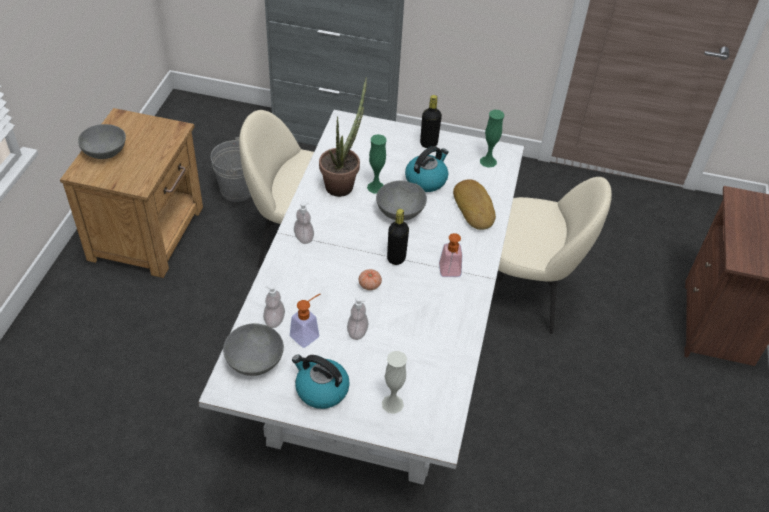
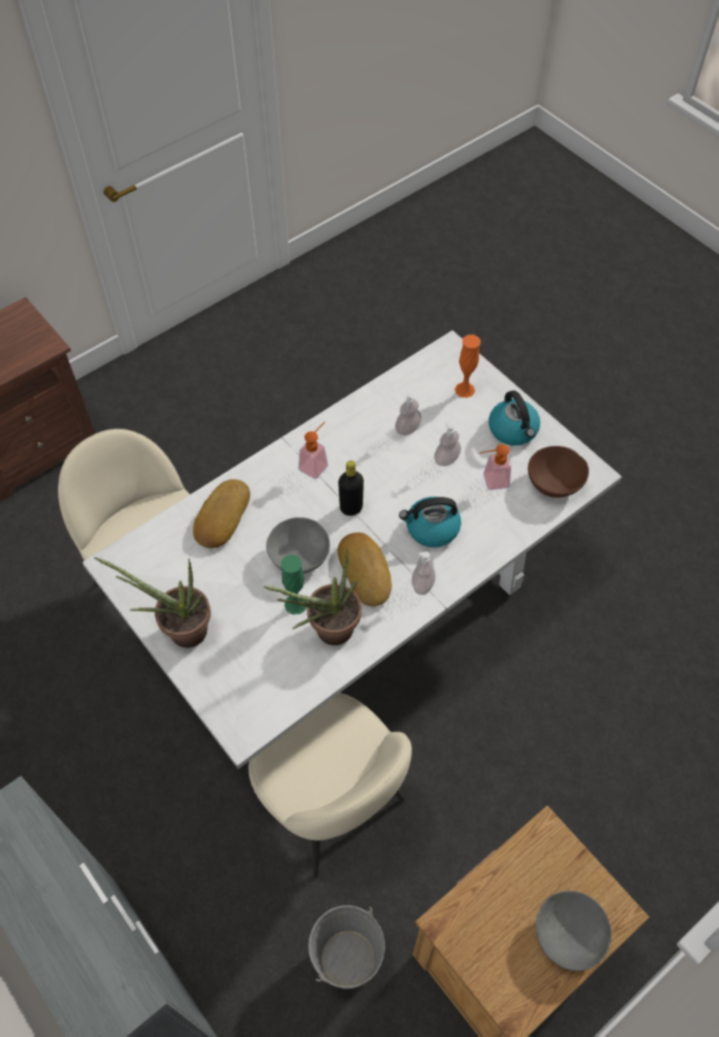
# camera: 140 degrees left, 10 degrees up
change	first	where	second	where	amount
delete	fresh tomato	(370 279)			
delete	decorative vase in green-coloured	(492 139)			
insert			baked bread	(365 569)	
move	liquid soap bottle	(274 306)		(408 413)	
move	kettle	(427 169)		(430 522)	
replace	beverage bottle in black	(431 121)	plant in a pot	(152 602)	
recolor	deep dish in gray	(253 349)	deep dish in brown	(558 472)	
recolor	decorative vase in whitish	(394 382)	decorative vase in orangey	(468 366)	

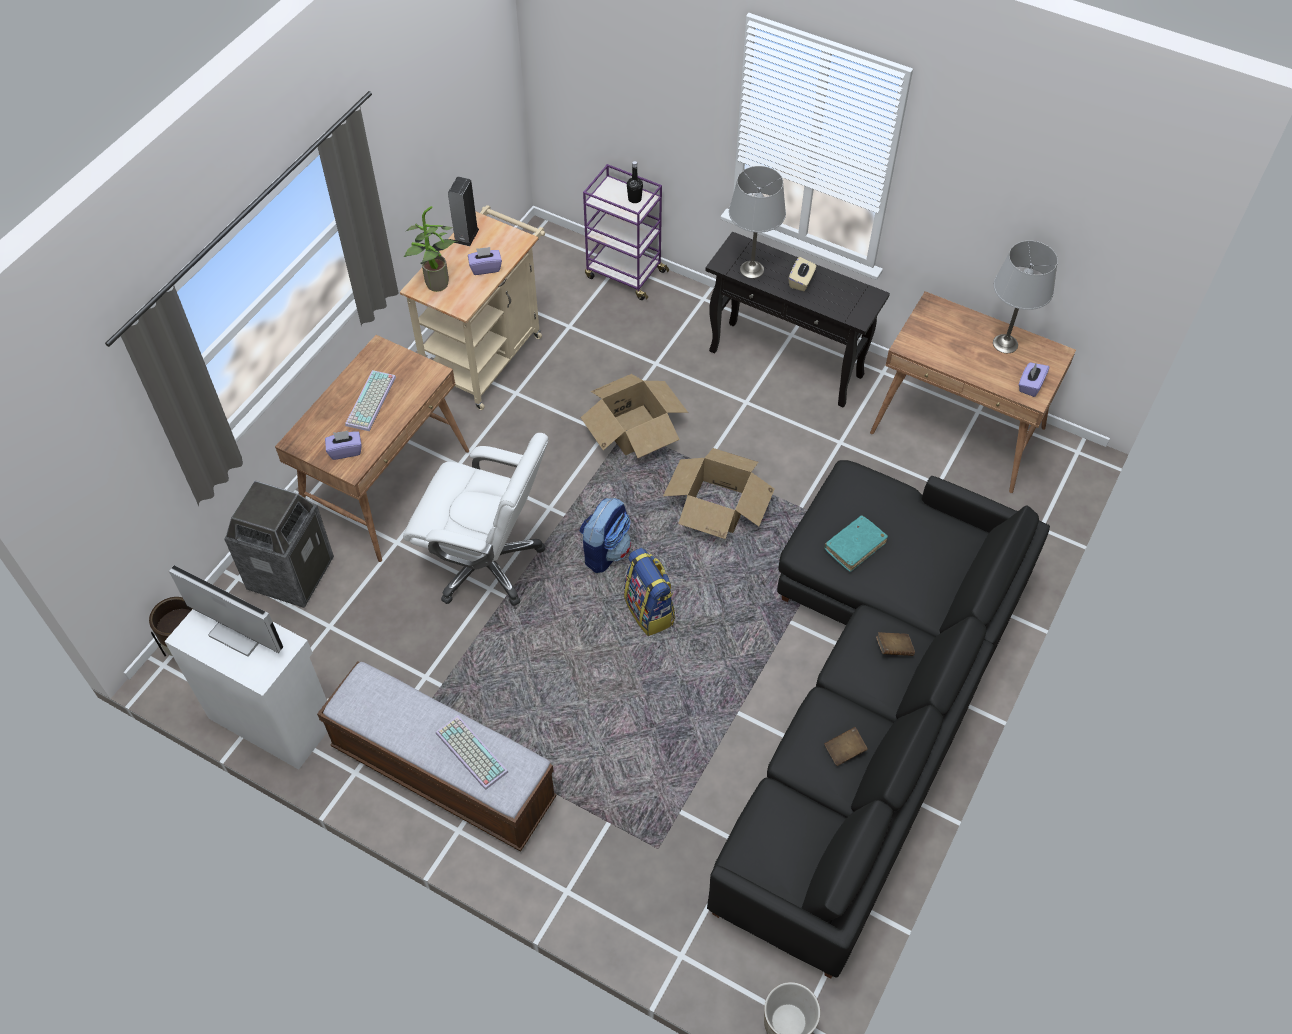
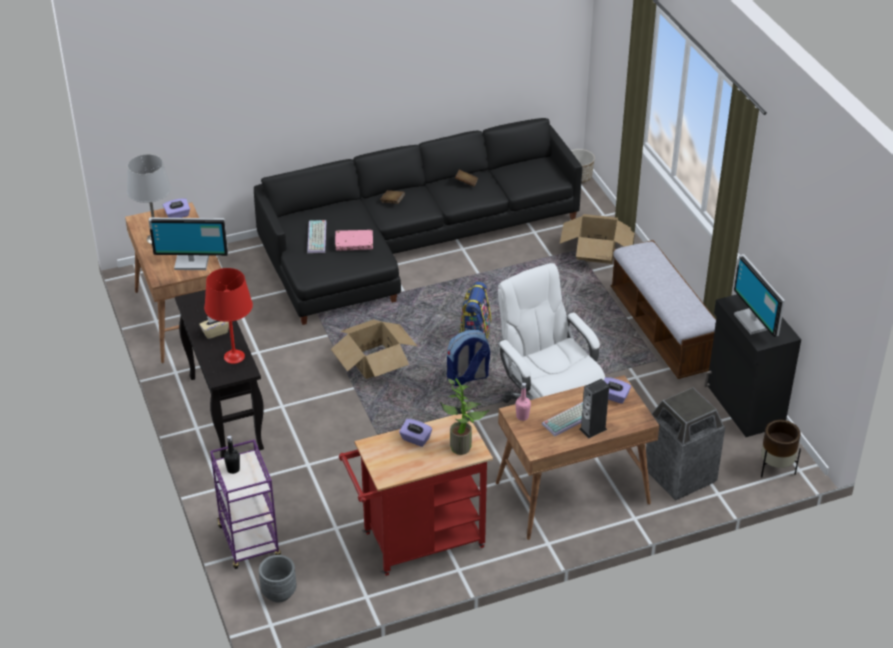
# camera: 140 degrees left, 15 degrees down
change	first	where	second	where	amount
insert			computer screen	(188 244)	
insert			planter in gray	(277 578)	
insert			beverage bottle in pinkish	(523 402)	
move	PC keyboard	(472 752)		(317 236)	
move	speaker	(463 211)		(594 409)	
move	packing box	(634 416)		(597 239)	
recolor	cabinet in whitish	(246 689)	cabinet in black	(752 365)	
recolor	trolley in beige-coloured	(472 307)	trolley in reddish	(416 494)	
recolor	table lamp in gray	(757 222)	table lamp in reddish	(228 316)	
recolor	bound book in blue-green	(856 543)	bound book in pinkish	(354 240)	

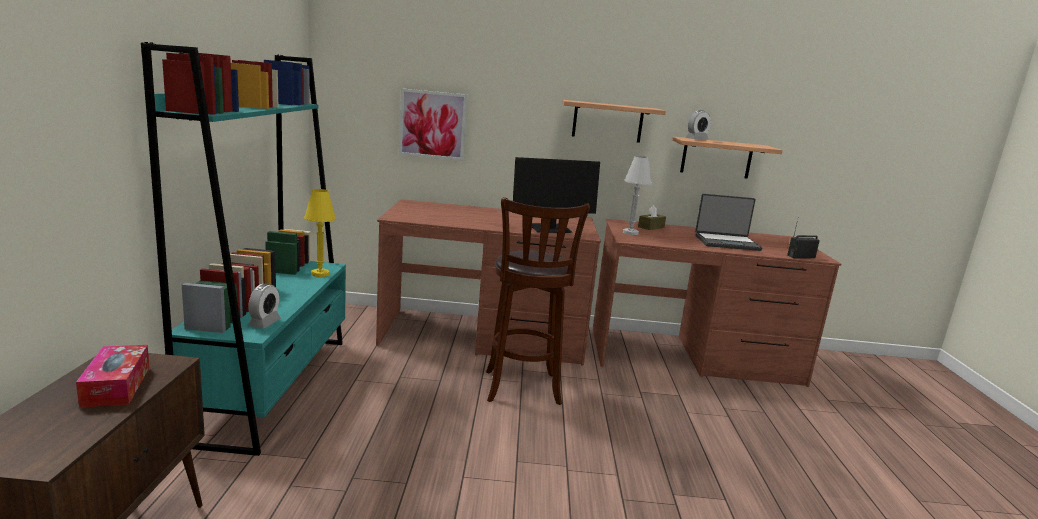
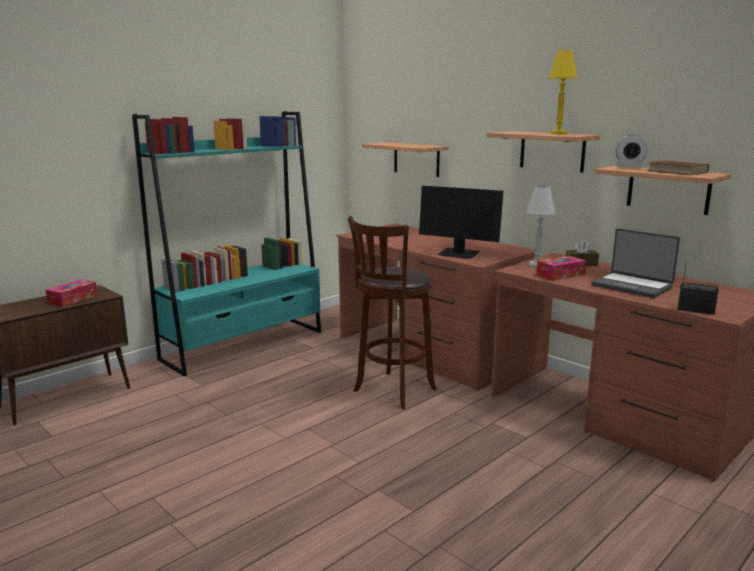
# camera: 45 degrees right, 0 degrees up
change	first	where	second	where	amount
delete	table clock	(264 305)			
insert			tissue box	(561 268)	
insert			bound book in brown	(678 167)	
move	table lamp in yellow	(320 233)		(563 92)	
replace	picture	(433 124)	wall shelf	(405 159)	

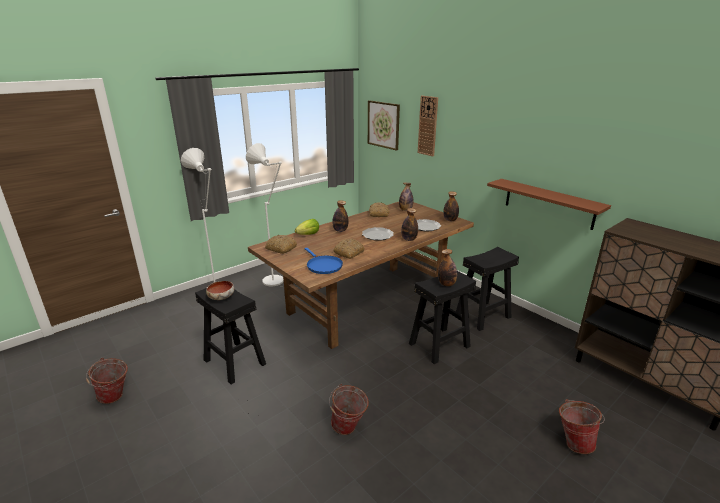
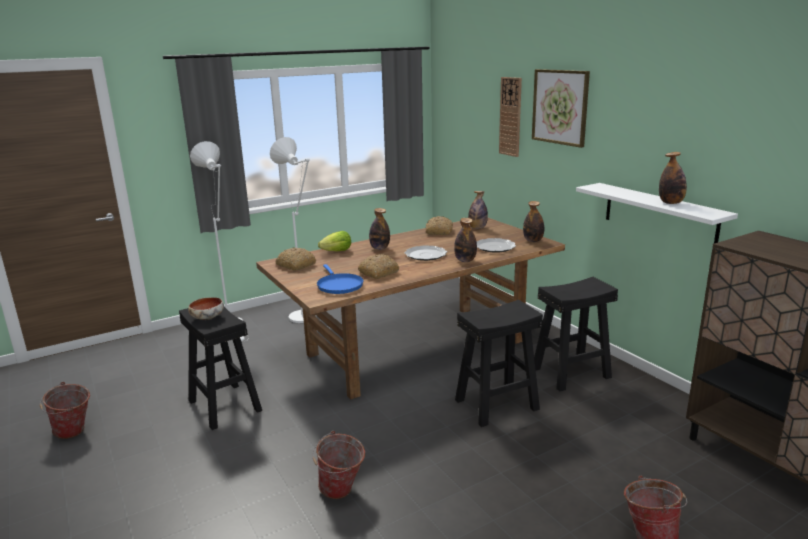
# camera: 10 degrees right, 5 degrees down
change	first	where	second	where	amount
move	picture	(384 125)		(561 108)	
move	beverage bottle	(447 267)		(673 178)	
recolor	wall shelf in brown	(549 204)	wall shelf in whitish	(657 213)	

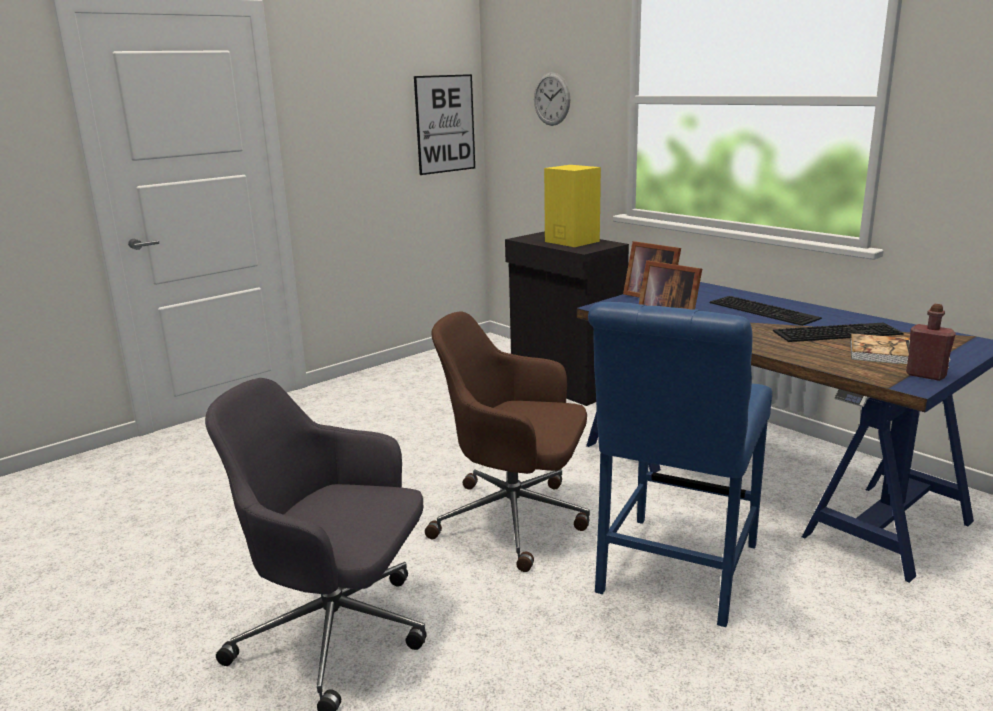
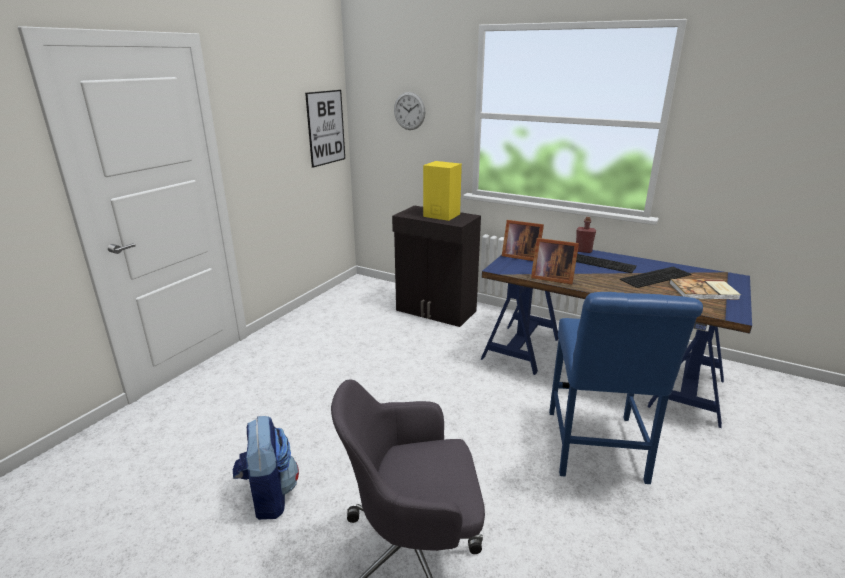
# camera: 20 degrees left, 5 degrees up
change	first	where	second	where	amount
delete	computer chair in brown	(507 441)			
insert			backpack	(266 468)	
move	beverage bottle in reddish	(931 342)		(586 235)	

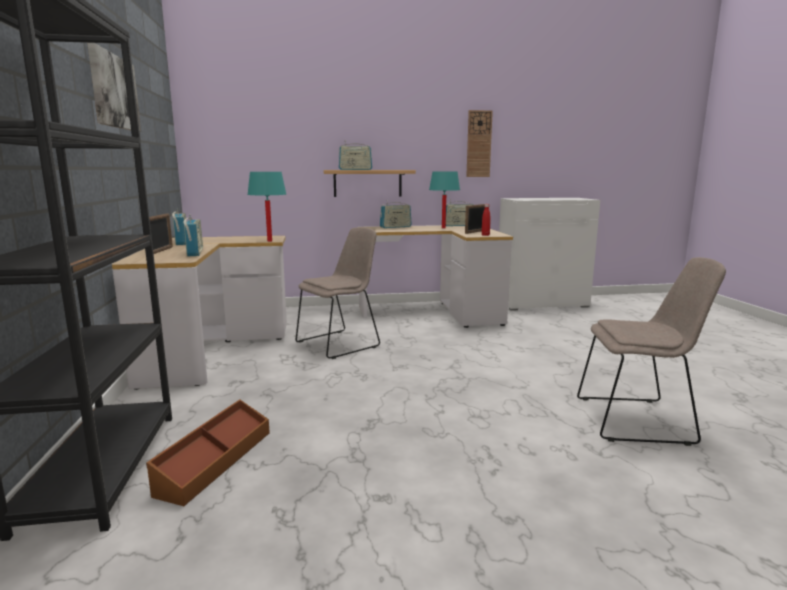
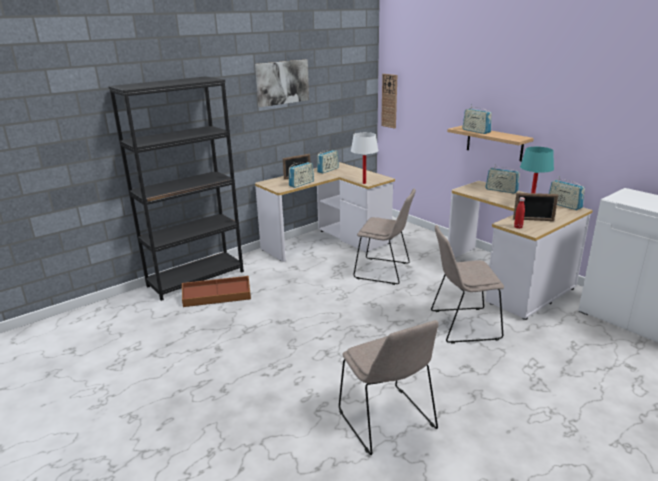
# camera: 60 degrees right, 10 degrees up
change	first	where	second	where	amount
insert			upright chair in beige-coloured	(467 284)	
move	clock on the wall	(479 143)		(389 101)	
recolor	table lamp in blue-green	(266 207)	table lamp in whitish	(364 158)	

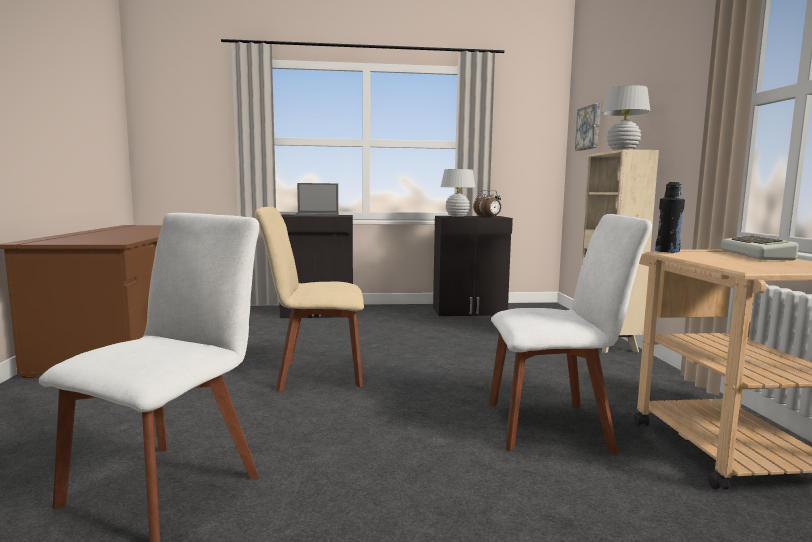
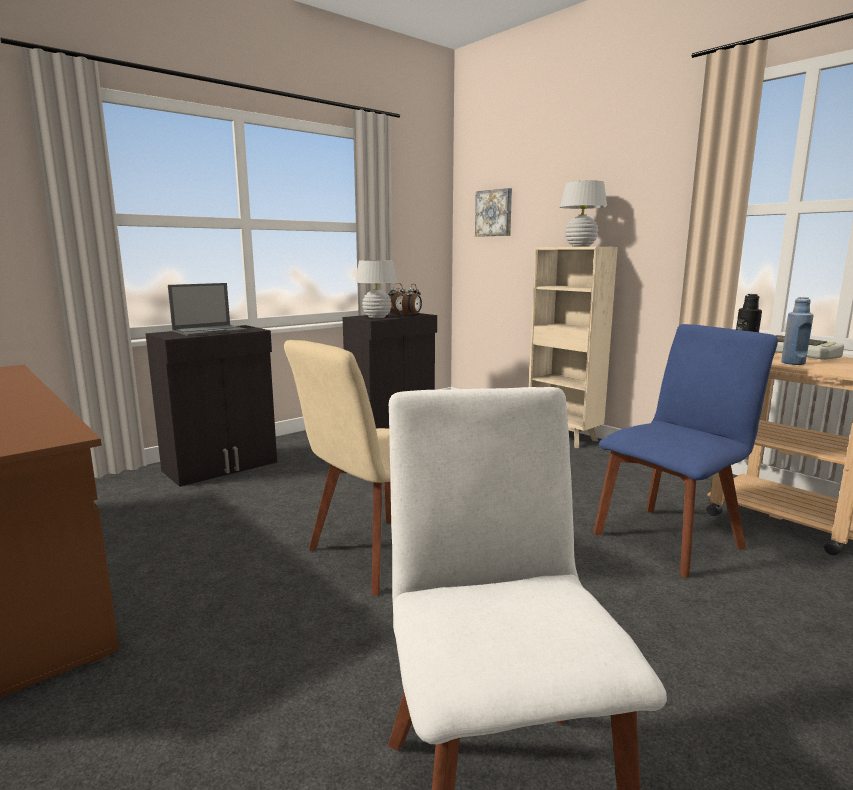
# camera: 35 degrees left, 5 degrees up
change	first	where	second	where	amount
insert			beverage bottle in bluish	(797 331)	
recolor	upright chair in whitish	(570 334)	upright chair in bluish	(685 451)	

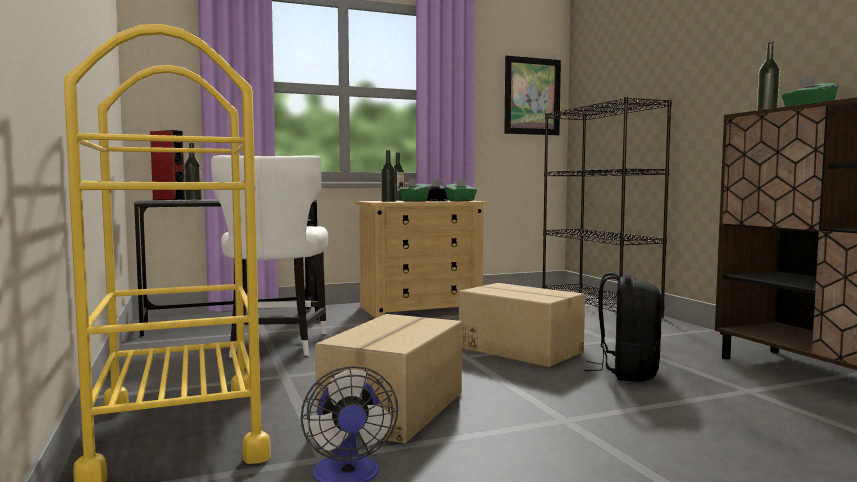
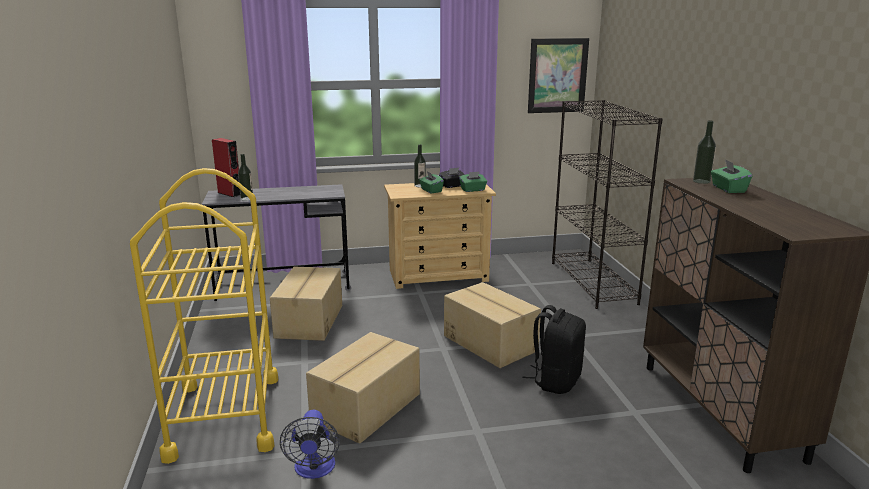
# camera: 10 degrees right, 15 degrees up
change	first	where	second	where	amount
delete	beverage bottle	(388 176)			
replace	upright chair in whitish	(269 256)	packing box	(306 304)	

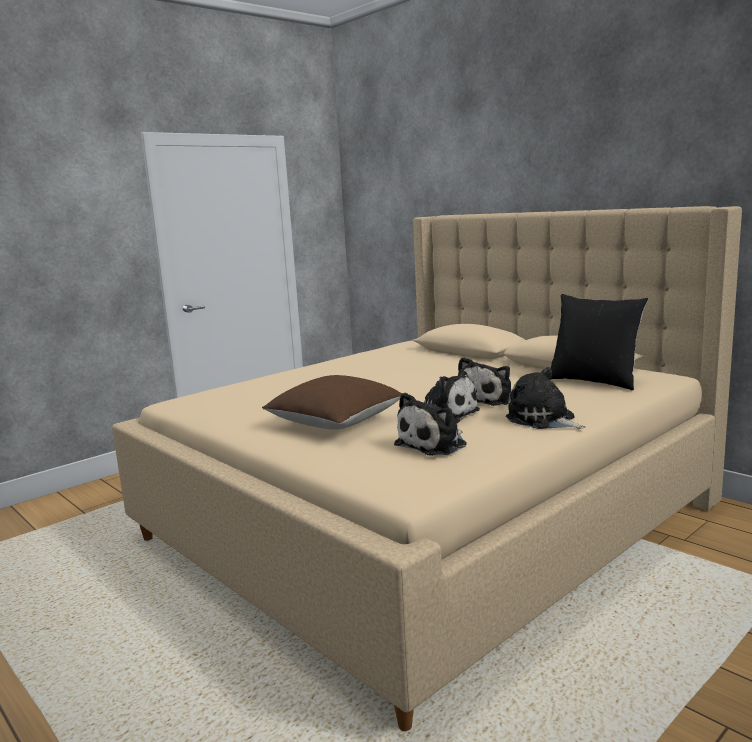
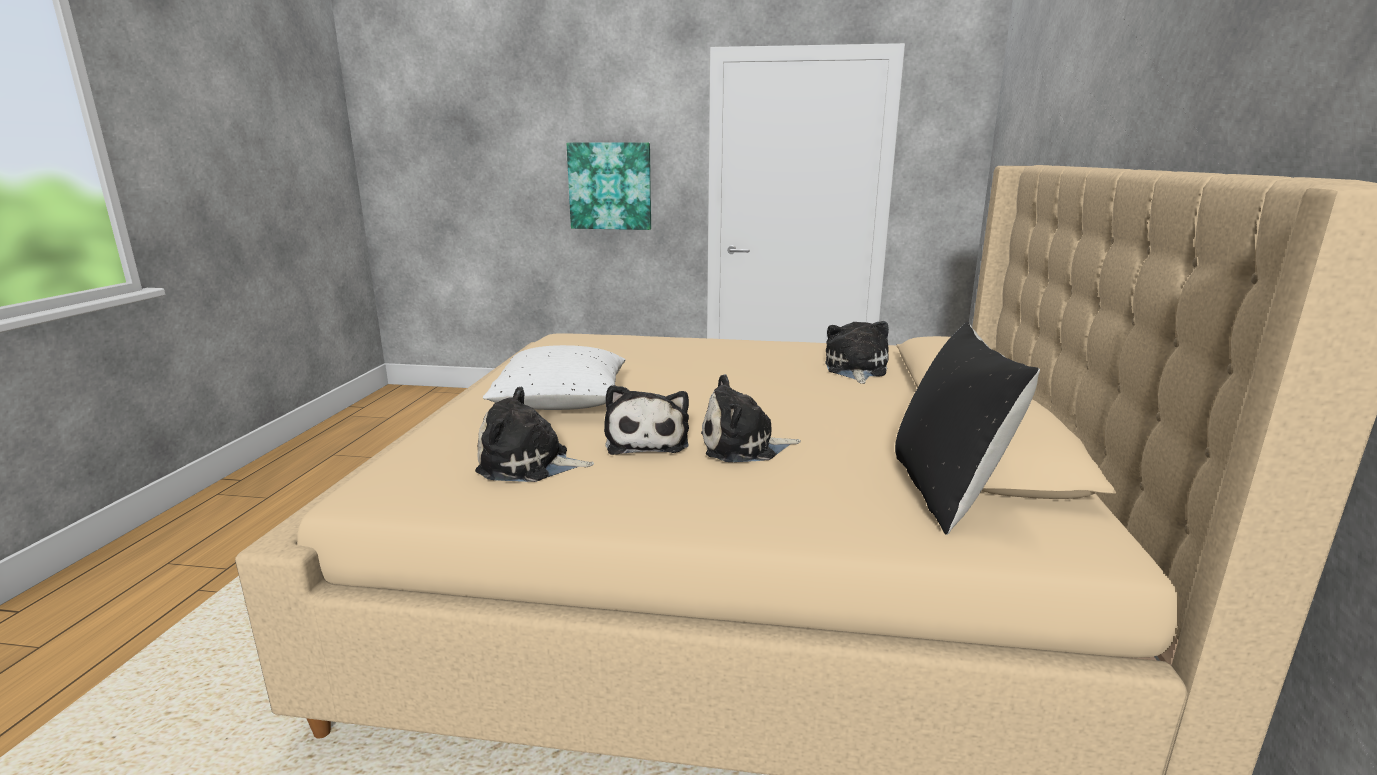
# camera: 50 degrees right, 5 degrees up
change	first	where	second	where	amount
insert			picture	(609 186)	
move	soft toy	(545 398)		(857 352)	
recolor	cushion in brown	(332 402)	cushion in whitish	(554 377)	

